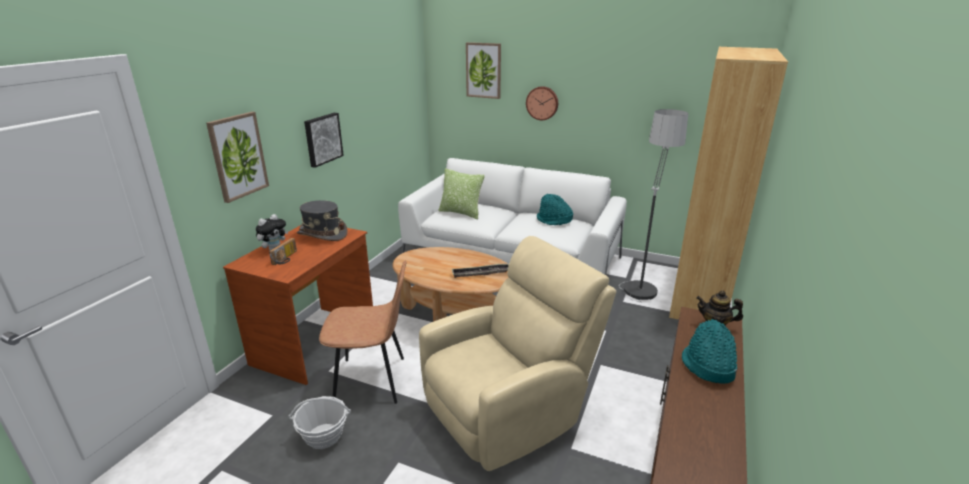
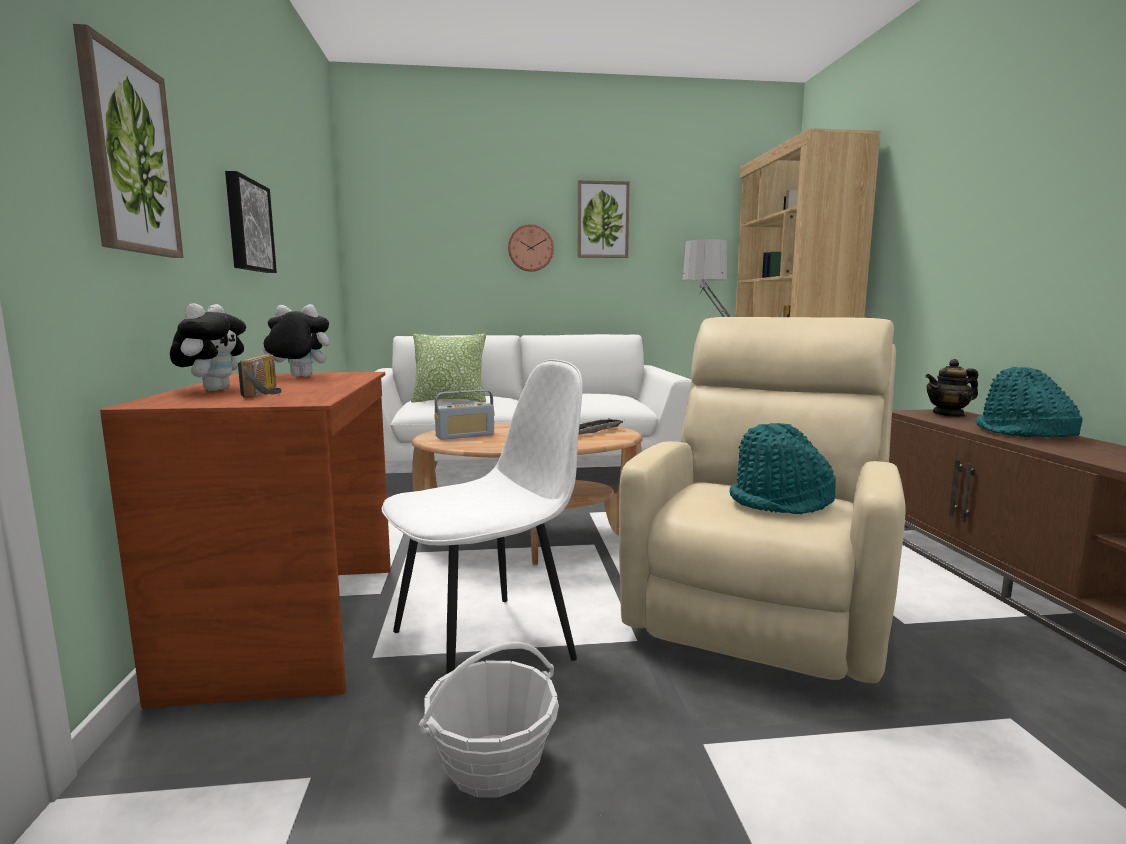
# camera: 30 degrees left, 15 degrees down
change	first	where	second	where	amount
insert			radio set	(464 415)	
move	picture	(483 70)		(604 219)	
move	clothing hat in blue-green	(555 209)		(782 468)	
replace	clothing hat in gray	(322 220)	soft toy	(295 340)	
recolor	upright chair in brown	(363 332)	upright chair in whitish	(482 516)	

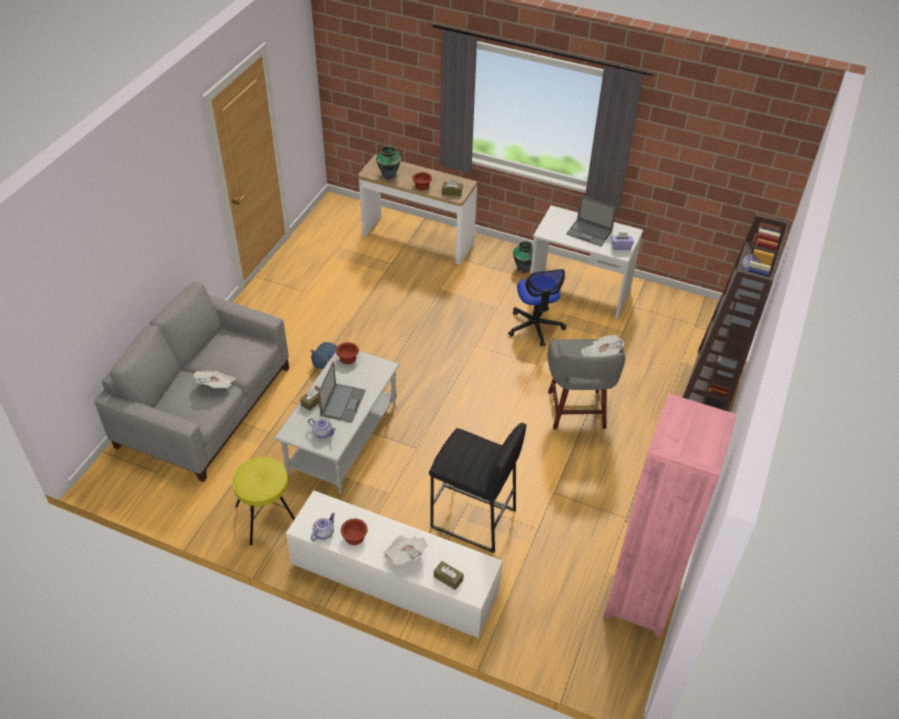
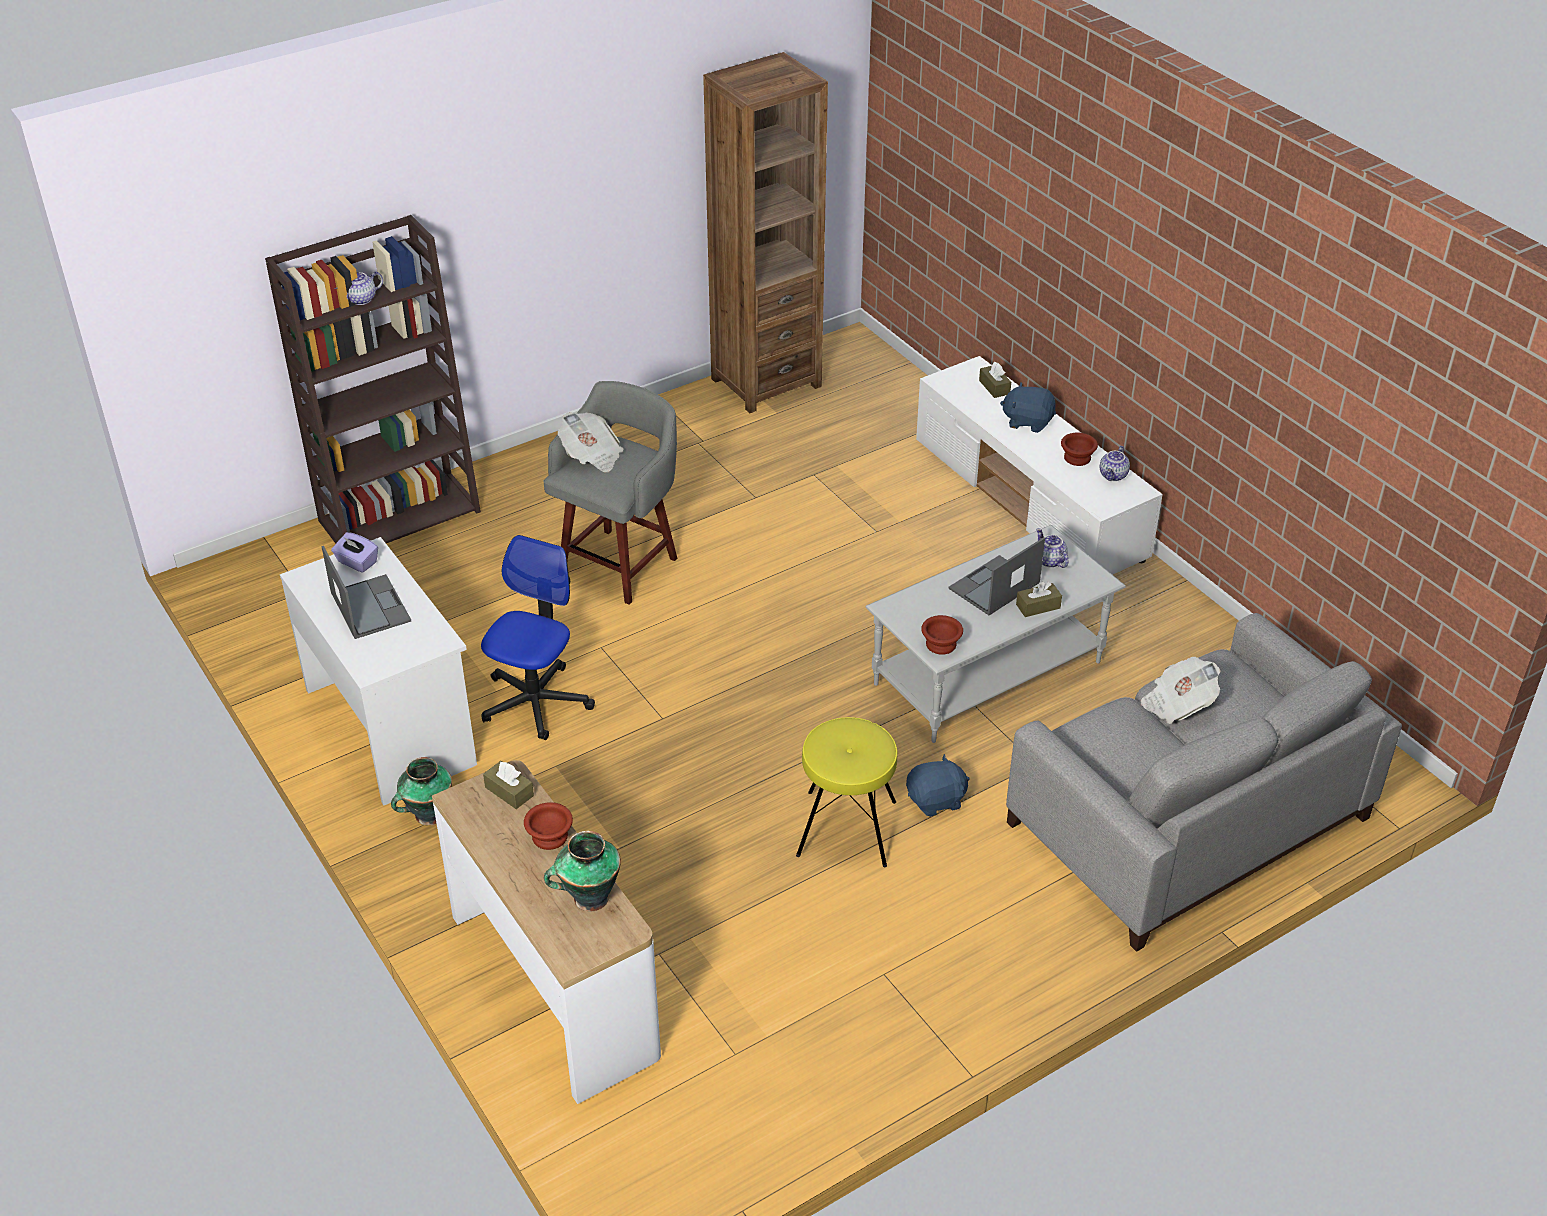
# camera: 145 degrees left, 5 degrees down
change	first	where	second	where	amount
delete	stool in black	(477 488)			
move	stool in yellow	(263 501)		(846 792)	
replace	newspaper	(405 550)	soft toy in bluish	(1028 407)	
recolor	shelving unit in pinkish	(670 516)	shelving unit in brown	(765 232)	
rotate	tea pot	(323 527)		(1115 463)	45 degrees counterclockwise

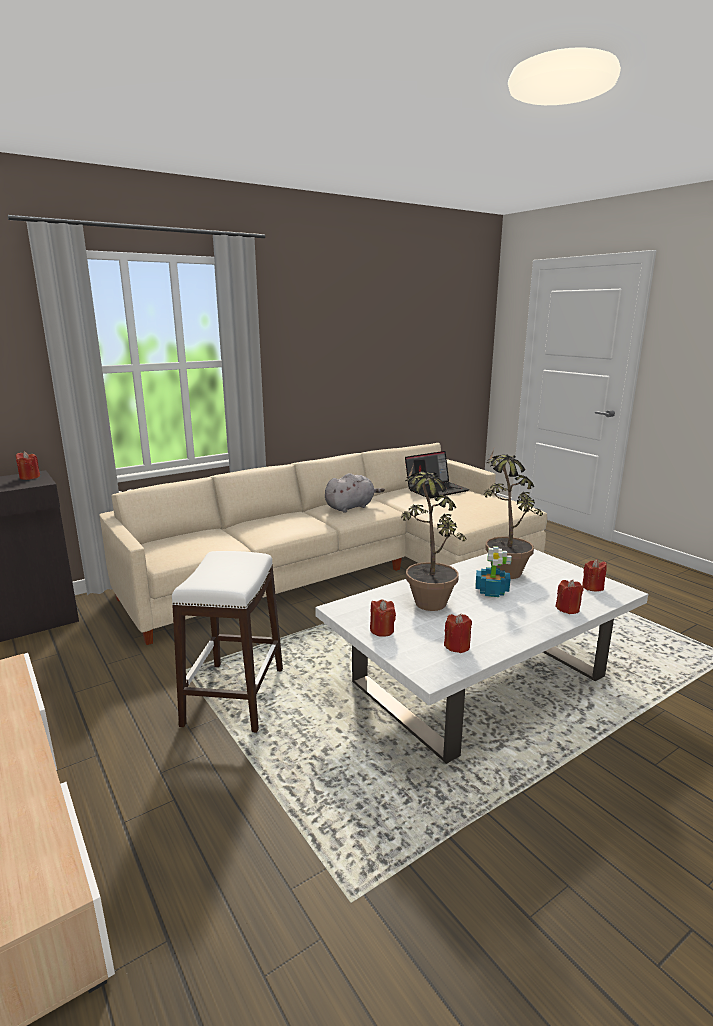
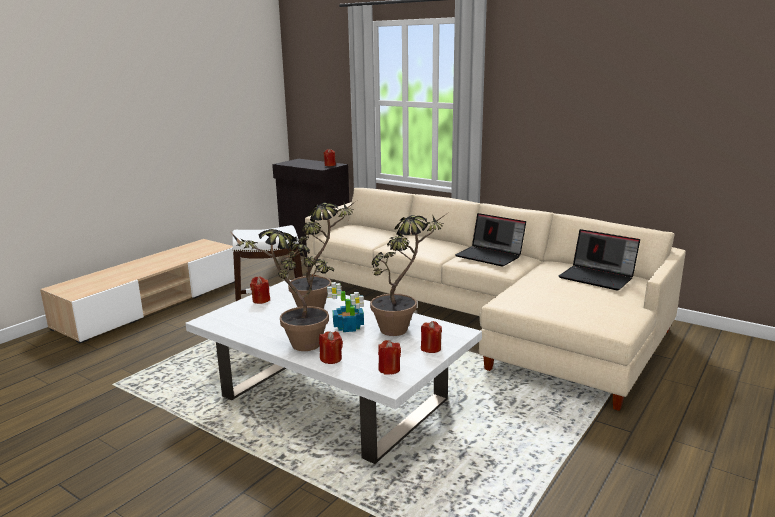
# camera: 70 degrees right, 0 degrees up
change	first	where	second	where	amount
insert			plant in a pot	(282 290)	
move	candle in reddish	(458 633)		(431 337)	
replace	soft toy in gray	(355 493)	notebook computer	(490 240)	

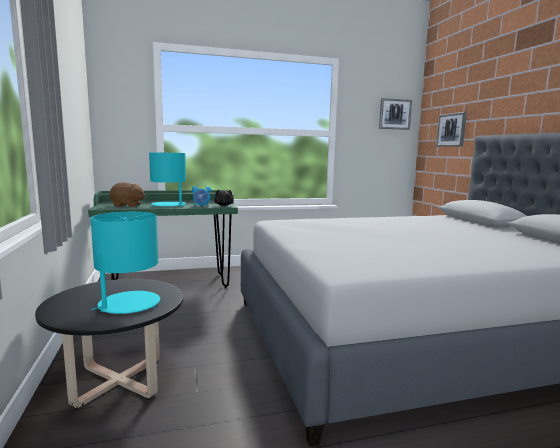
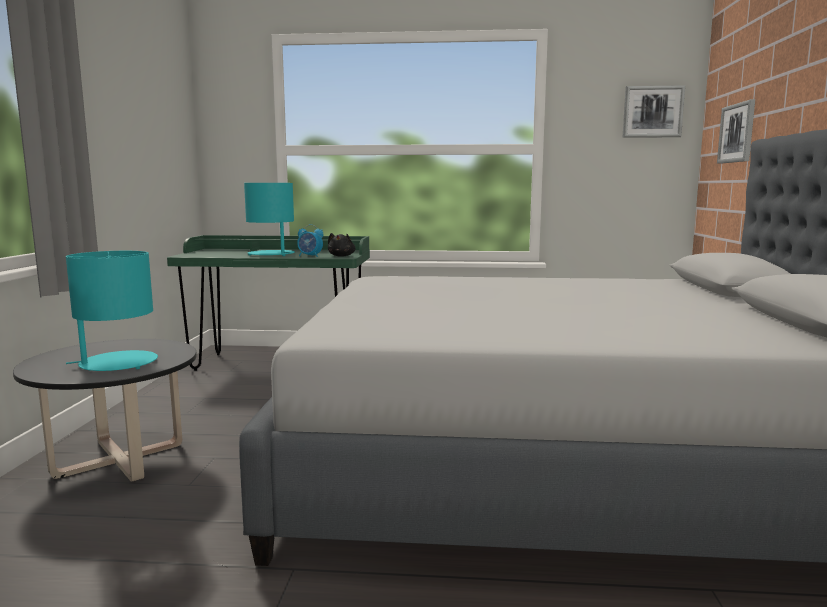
# camera: 20 degrees right, 0 degrees up
change	first	where	second	where	amount
delete	soft toy in brown	(127 195)			

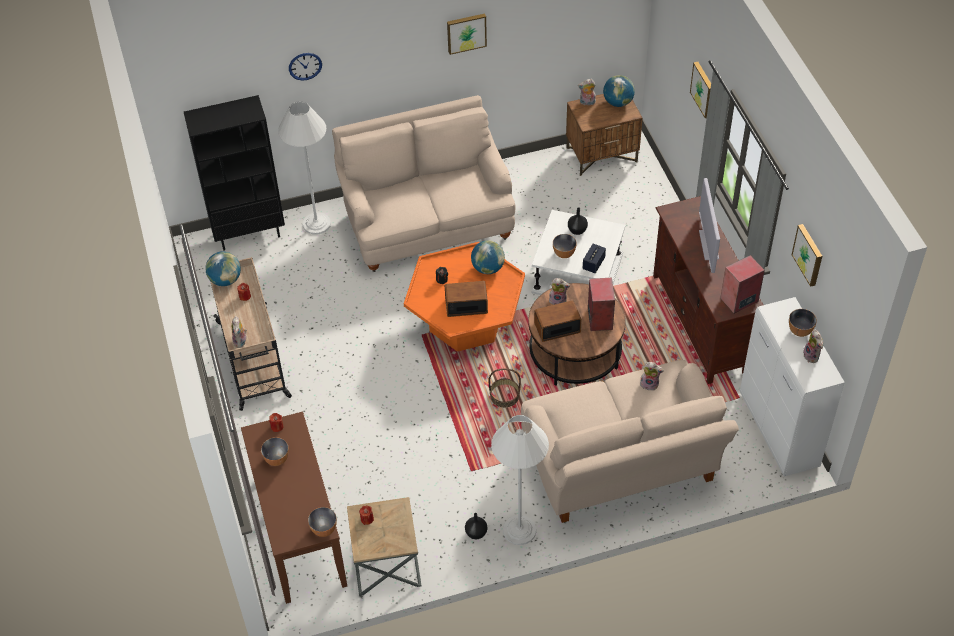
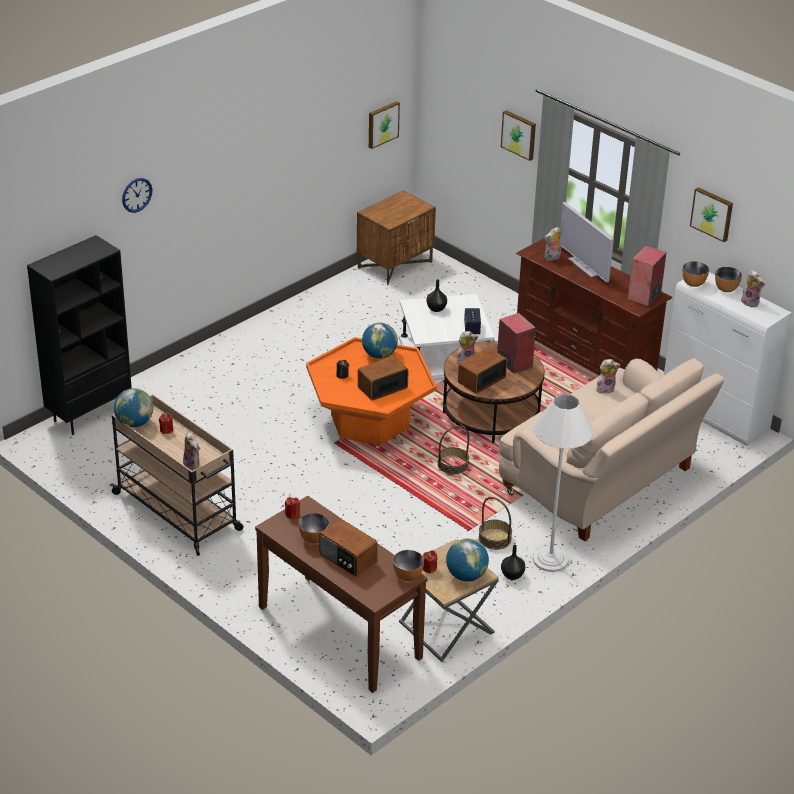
# camera: 30 degrees left, 15 degrees down
change	first	where	second	where	amount
delete	floor lamp in whitish	(304 167)			
delete	sofa in beige-coloured	(424 183)			
insert			radio set	(348 548)	
insert			storage basket	(495 523)	
move	picture	(467 34)		(384 125)	
move	deep dish	(565 246)		(696 274)	
move	soft toy	(587 92)		(553 244)	
move	globe	(619 91)		(467 560)	

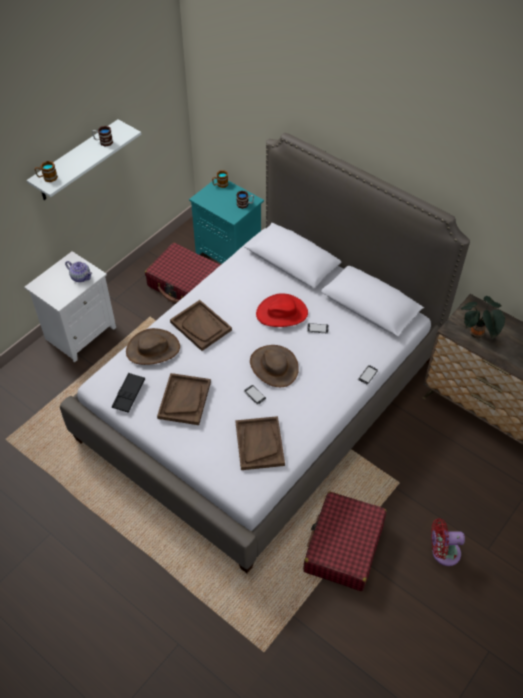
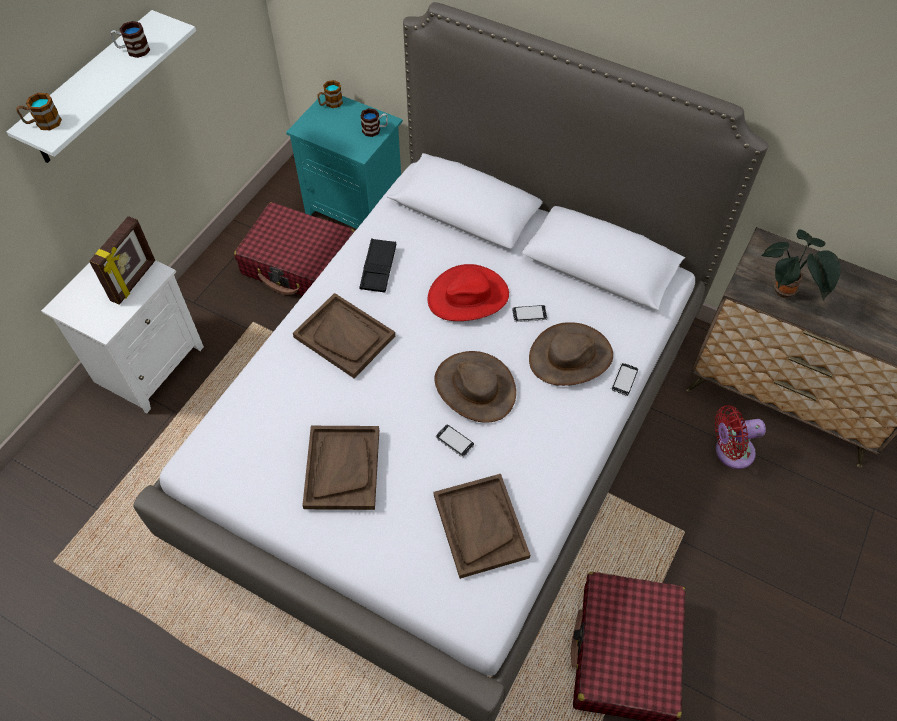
# camera: 10 degrees left, 5 degrees up
change	first	where	second	where	amount
move	tray in black	(128 393)		(378 265)	
move	clothing hat in brown	(153 346)		(571 354)	
move	fan in reddish	(448 542)		(740 437)	
replace	tea pot	(78 271)	photo frame	(122 260)	

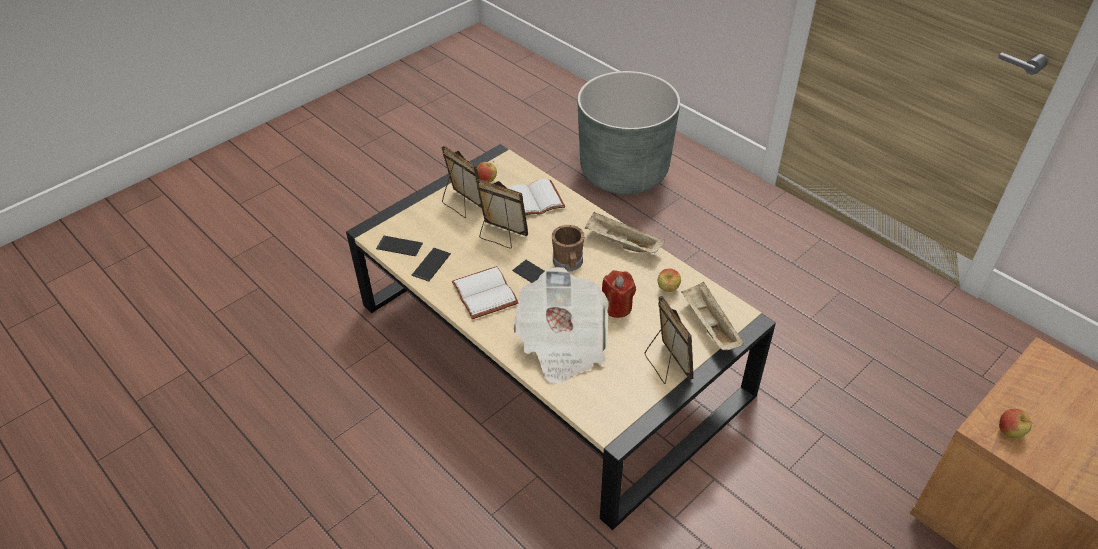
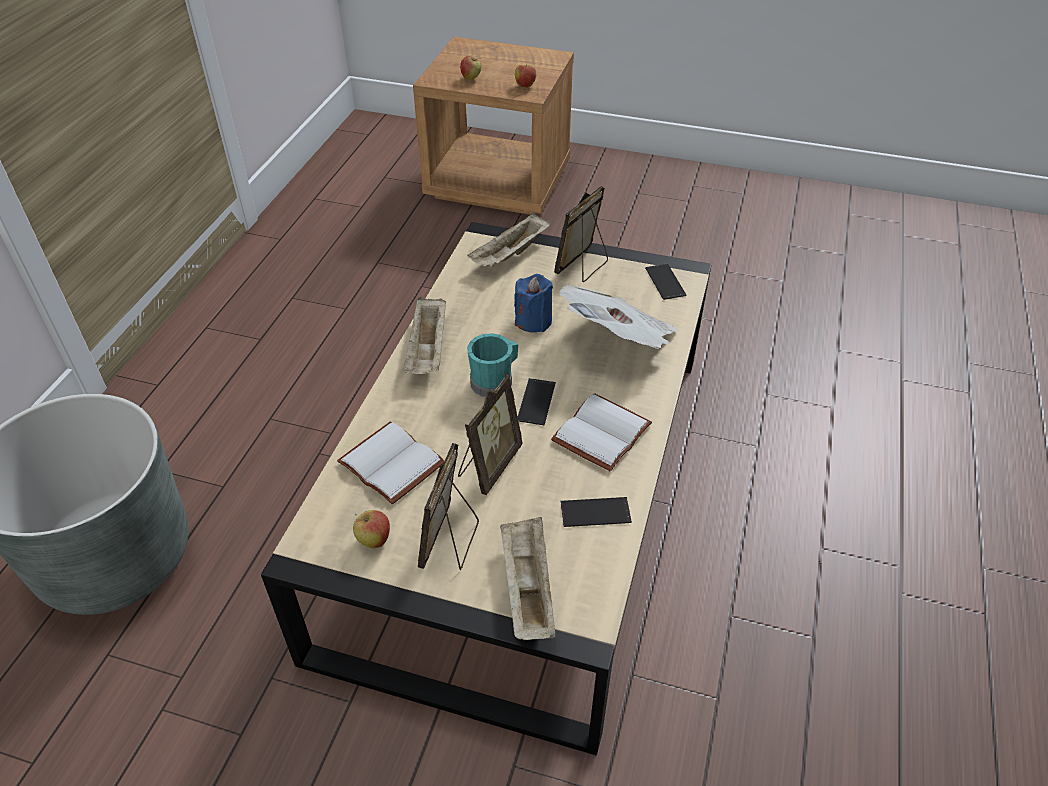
# camera: 120 degrees left, 0 degrees up
change	first	where	second	where	amount
insert			tray in beige-coloured	(527 578)	
move	phone	(399 246)		(666 282)	
move	apple fruit	(669 280)		(470 68)	
recolor	coffee mug in brown	(568 248)	coffee mug in blue-green	(492 365)	
recolor	candle in reddish	(619 294)	candle in bluish	(533 303)	
rotate	photo frame	(502 214)		(490 434)	150 degrees counterclockwise

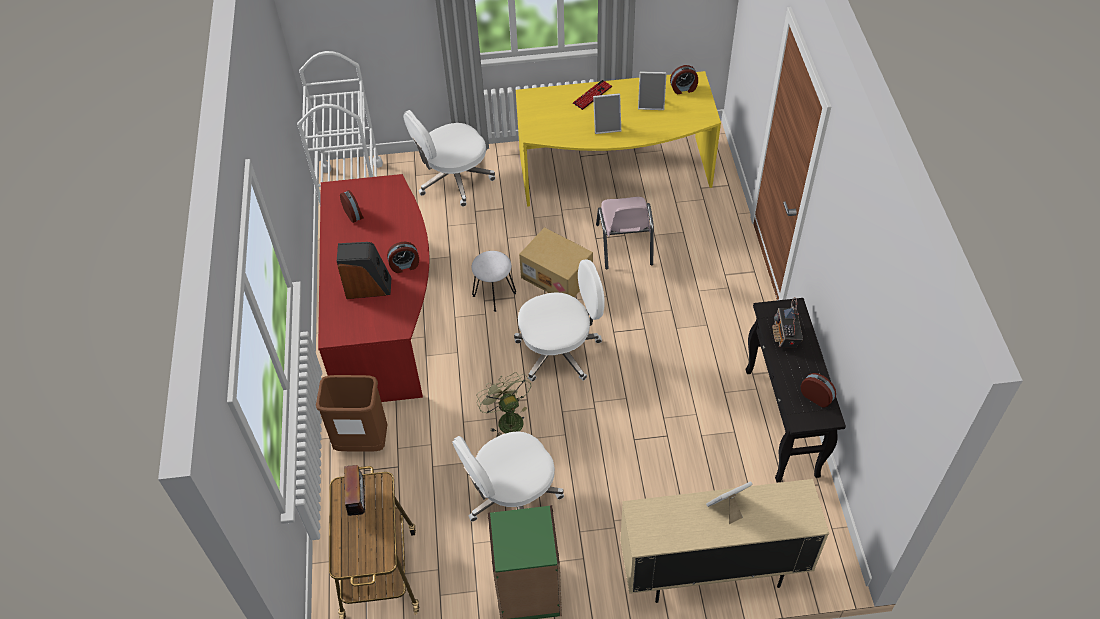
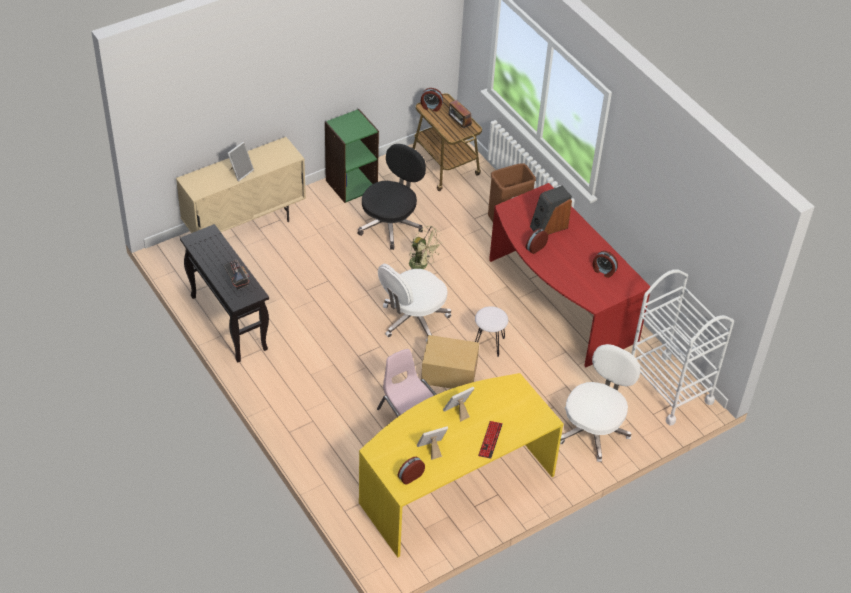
# camera: 150 degrees right, 5 degrees down
change	first	where	second	where	amount
move	table clock	(818 390)		(432 100)	
recolor	computer chair in whitish	(508 476)	computer chair in black	(391 197)	

